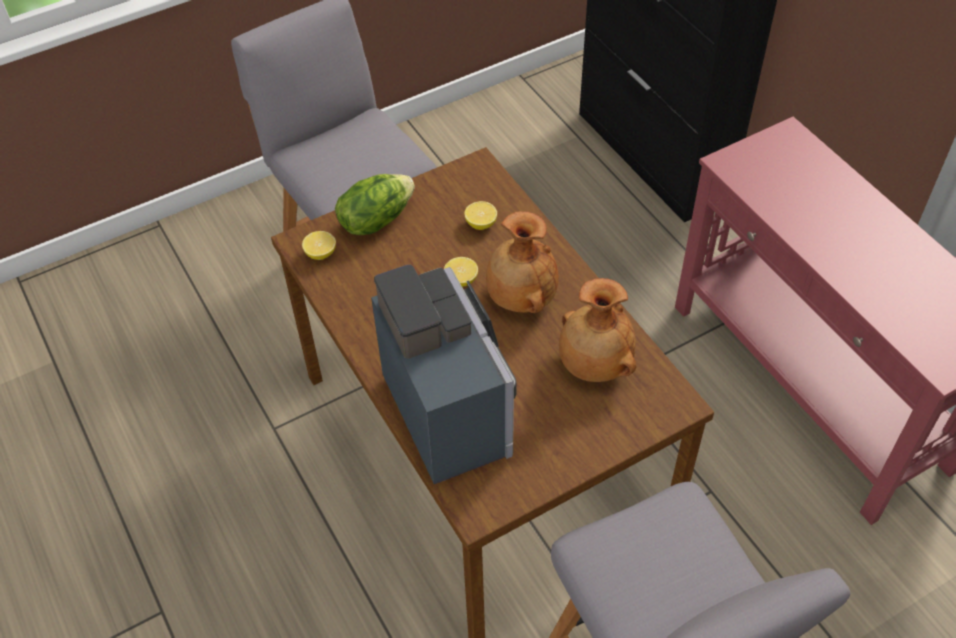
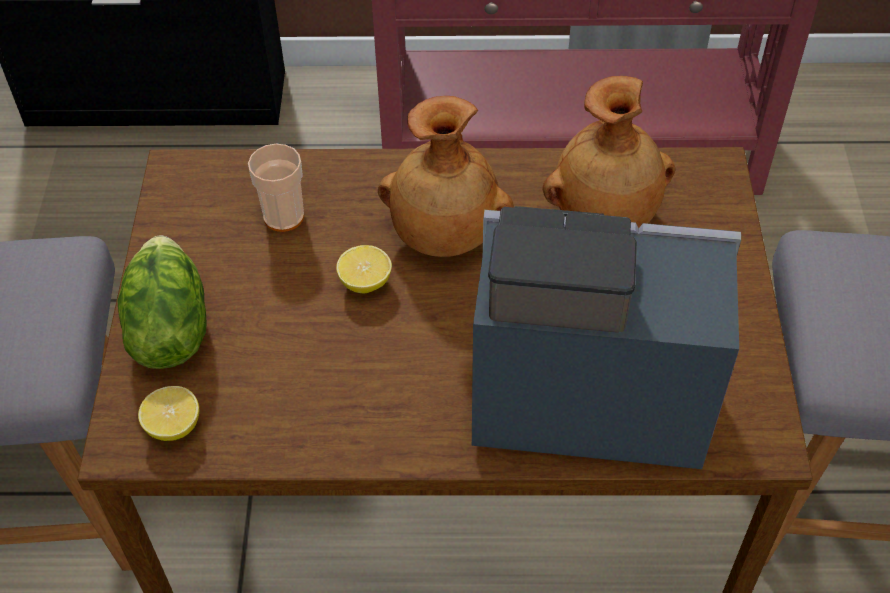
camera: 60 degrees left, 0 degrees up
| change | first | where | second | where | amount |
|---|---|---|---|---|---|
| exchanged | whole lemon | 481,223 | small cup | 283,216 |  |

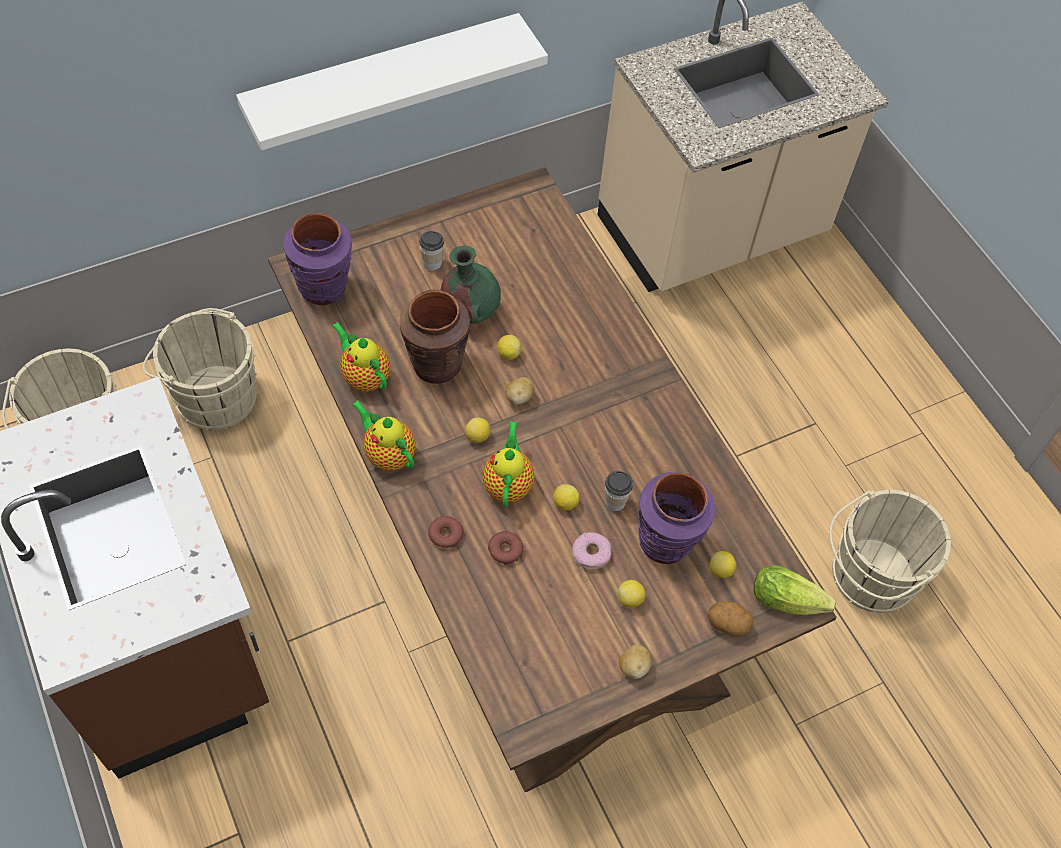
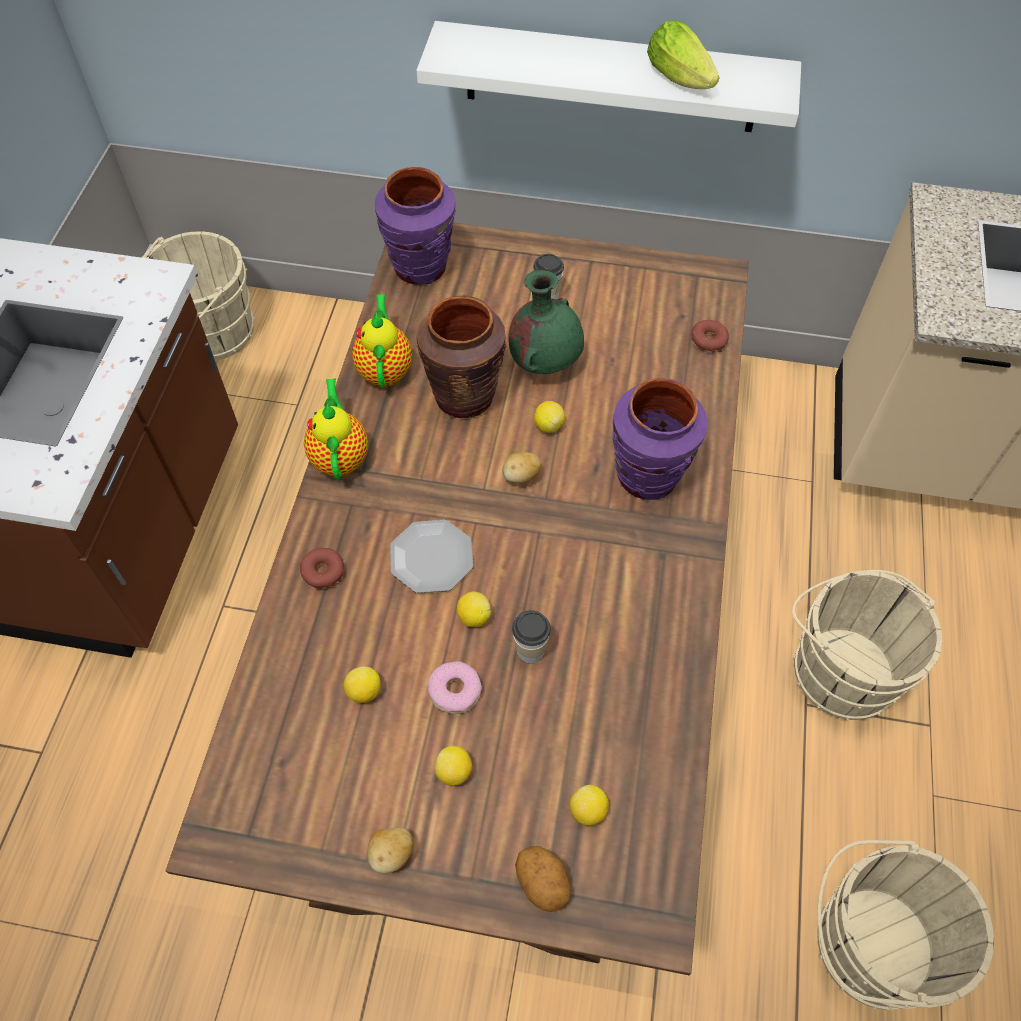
camera: 40 degrees right, 0 degrees up
| change | first | where | second | where | amount |
|---|---|---|---|---|---|
| relocated | whole lemon | 477,437 |  | 364,692 |  |
| exchanged | pot for tea | 508,484 | flat dish | 431,559 |  |
| relocated | purple-coloured decorative vase | 665,543 |  | 647,477 |  |
| relocated | head of lettuce | 790,601 |  | 682,79 |  |
| relocated | doughnut | 505,550 |  | 708,340 |  |
| relocated | sand-coloured pail | 212,395 |  | 840,667 |  |

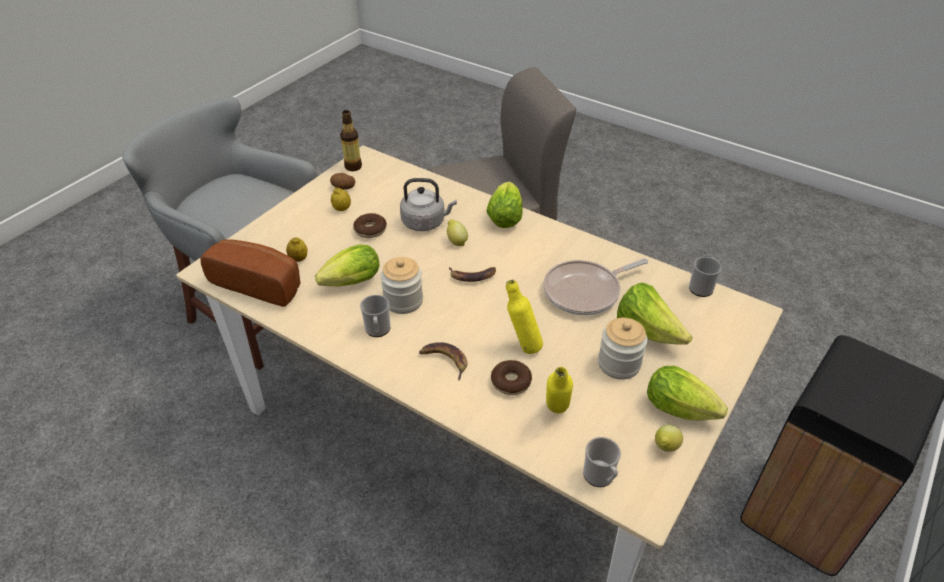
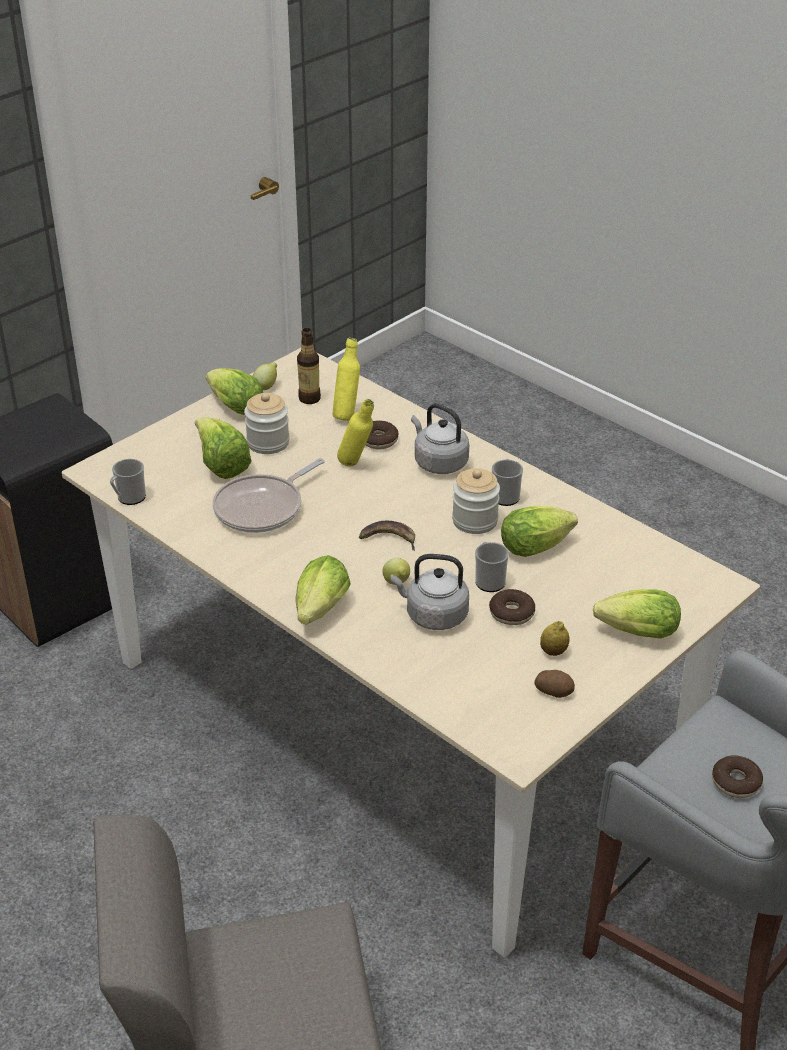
camera: 170 degrees left, 5 degrees down
| change | first | where | second | where | amount |
|---|---|---|---|---|---|
| spun | frying pan | 585,291 |  | 263,508 | 150 degrees clockwise |
| relocated | drink bottle | 353,167 |  | 309,398 |  |
| exchanged | whole banana | 444,360 | grey kettle | 438,462 |  |
| relocated | coffee mug | 600,477 |  | 489,580 |  |
| appeared |  |  | head of lettuce | 633,632 |  |
| appeared |  |  | doughnut | 736,782 |  |
| missing | bakery bread | 260,283 |  |  |  |
| missing | whole lemon | 298,259 |  |  |  |

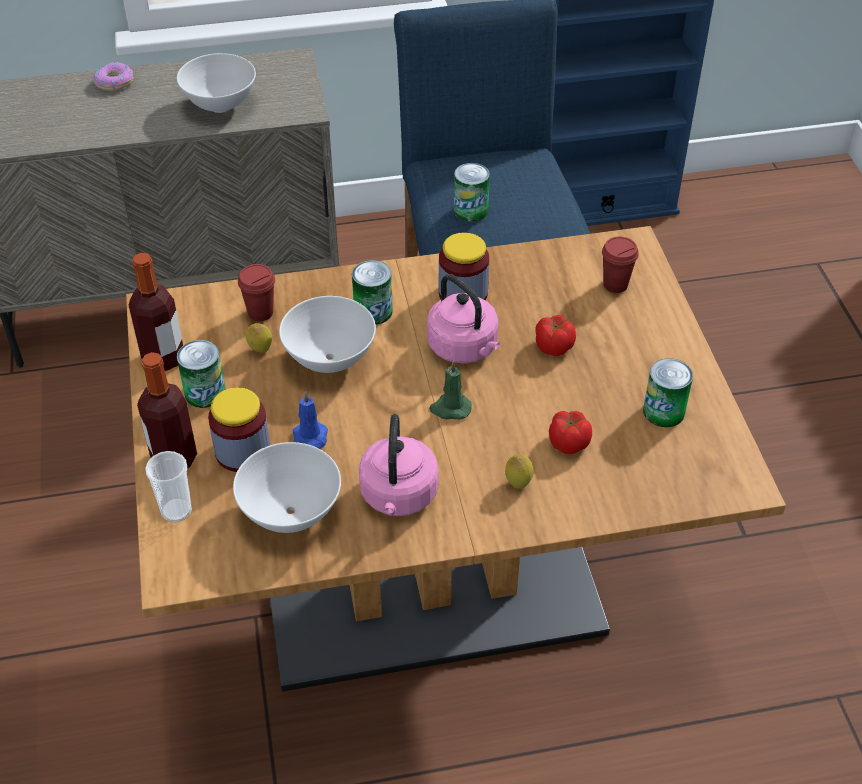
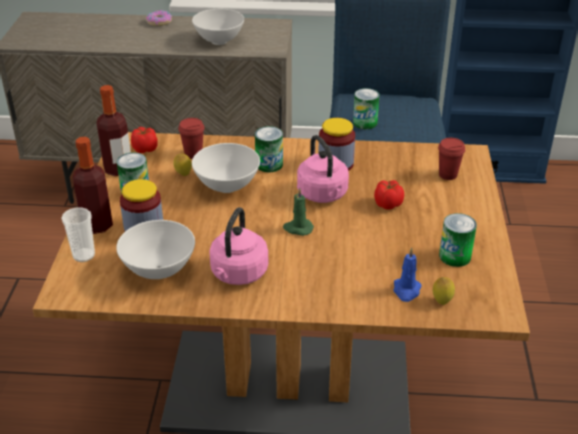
camera: 15 degrees right, 10 degrees down
| change | first | where | second | where | amount |
|---|---|---|---|---|---|
| relocated | fresh tomato | 568,442 |  | 145,149 |  |
| relocated | bluish candle | 310,439 |  | 406,290 |  |
| relocated | whole lemon | 518,483 |  | 441,301 |  |

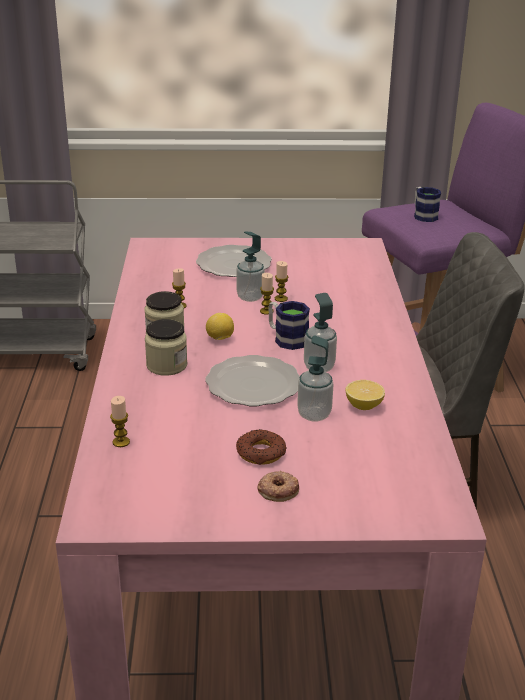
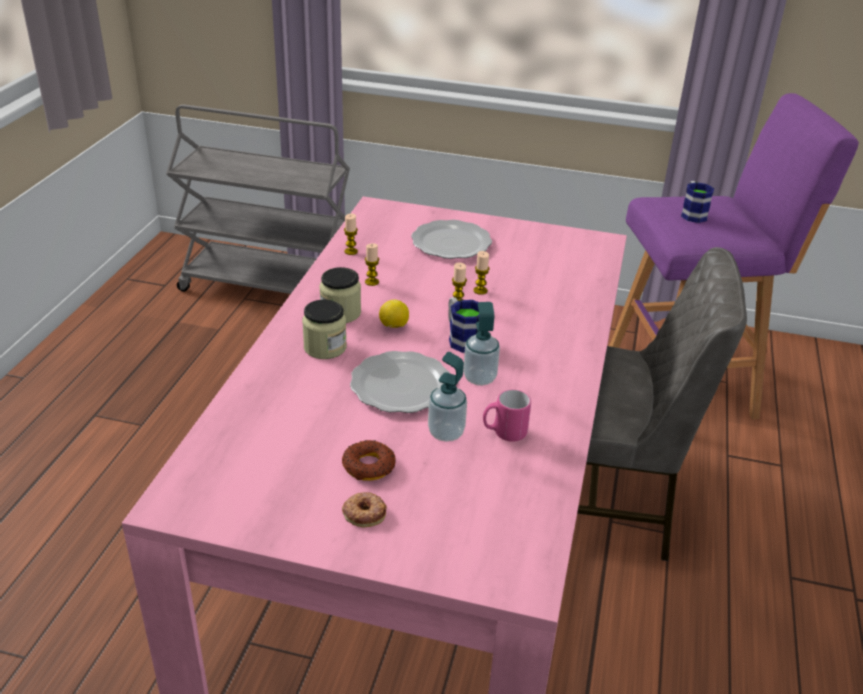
camera: 15 degrees right, 5 degrees up
| change | first | where | second | where | amount |
|---|---|---|---|---|---|
| relocated | candle | 121,442 |  | 351,251 |  |
| exchanged | whole lemon | 363,405 | pink coffee mug | 504,433 |  |
| missing | soap bottle | 250,297 |  |  |  |

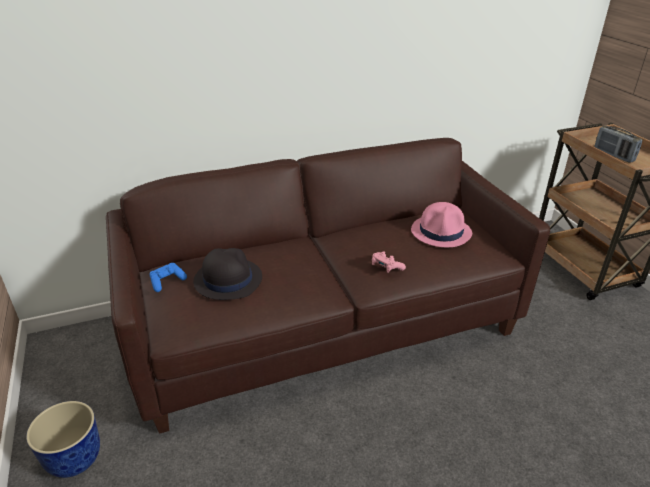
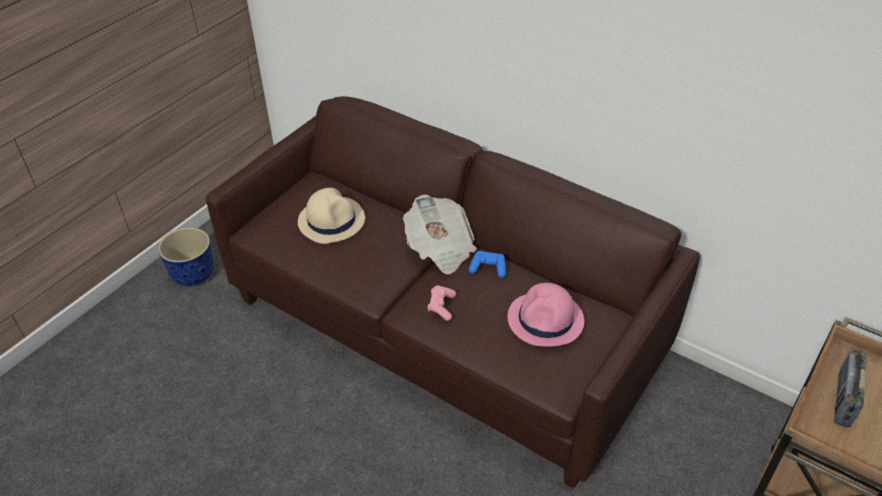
camera: 55 degrees right, 10 degrees up
| change | first | where | second | where | amount |
|---|---|---|---|---|---|
| colour | blackish wearable hat | 227,279 | sand-coloured wearable hat | 331,220 |  |
| appeared |  |  | newspaper | 440,248 |  |
| relocated | bluish joypad | 167,281 |  | 488,269 |  |

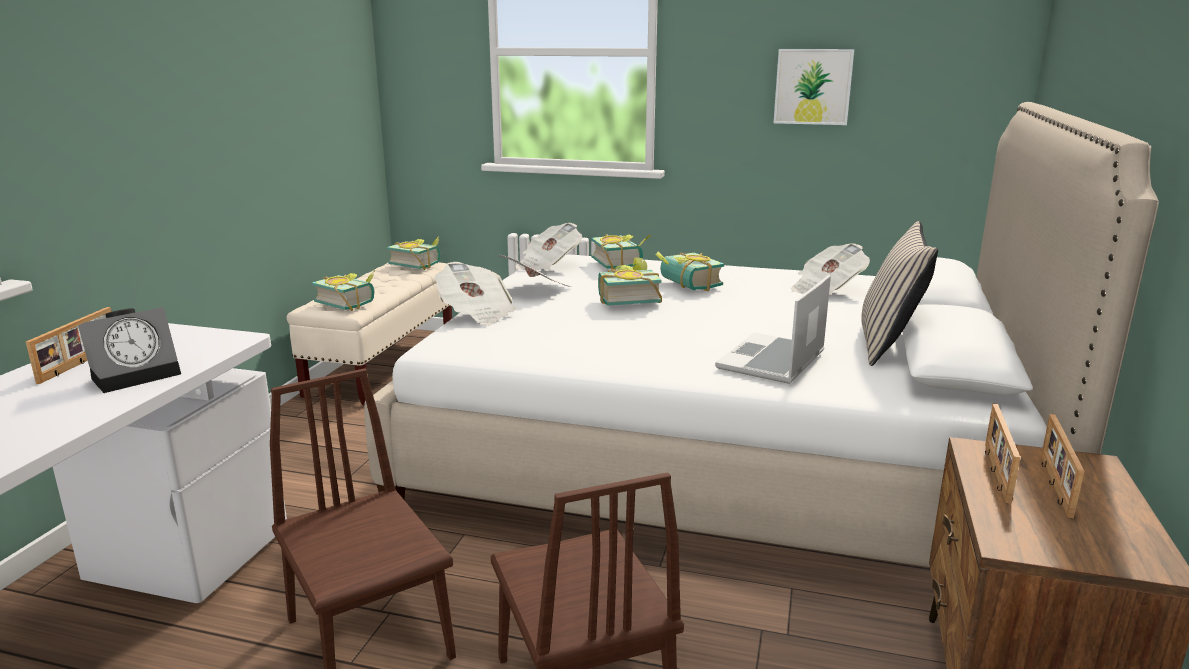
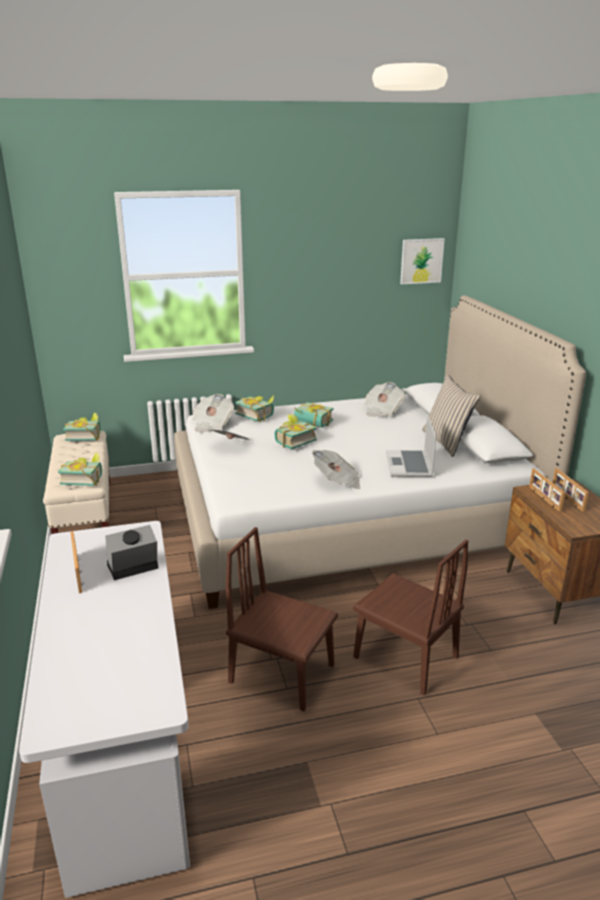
camera: 30 degrees left, 5 degrees up
| change | first | where | second | where | amount |
|---|---|---|---|---|---|
| spun | bedside clock | 138,374 |  | 132,568 | 135 degrees counterclockwise |
| relocated | newspaper | 476,313 |  | 337,481 |  |
| relocated | wall picture | 813,87 |  | 421,261 |  |

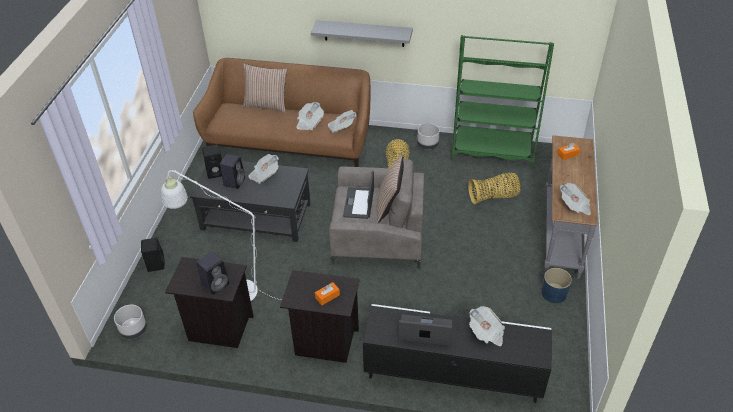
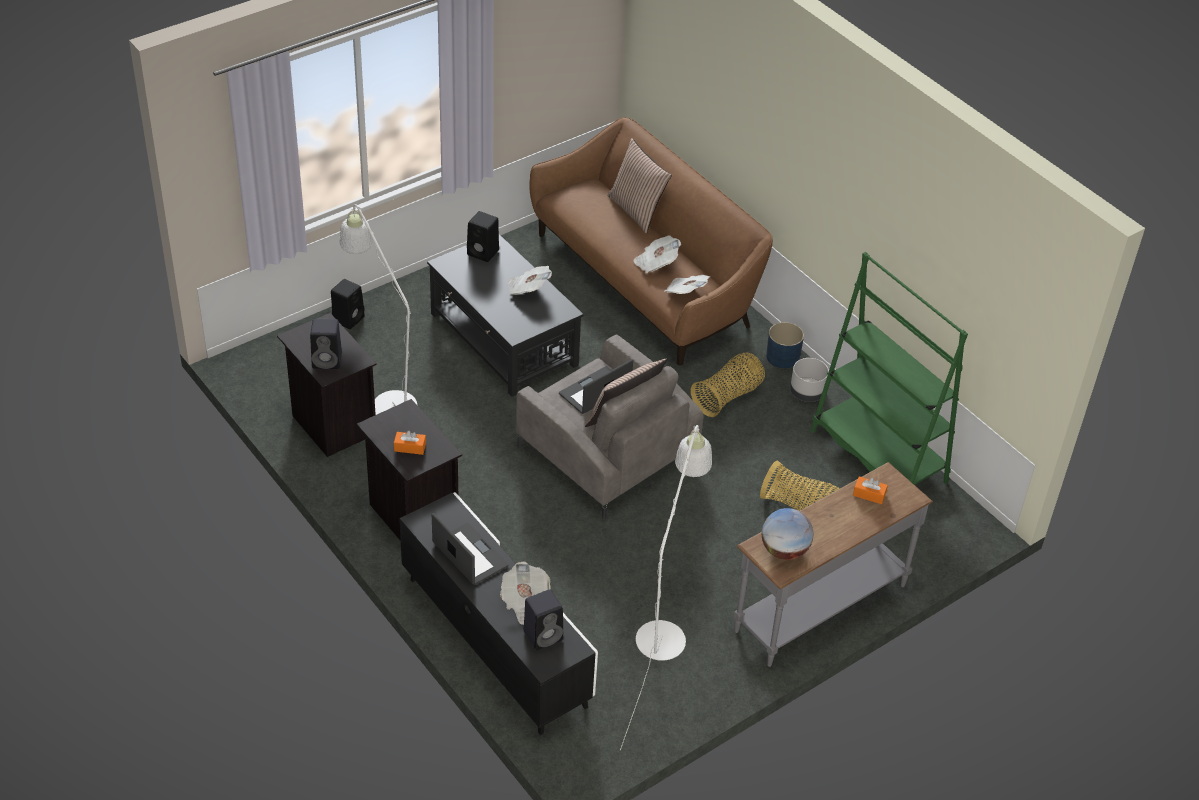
camera: 40 degrees right, 0 degrees up
| change | first | where | second | where | amount |
|---|---|---|---|---|---|
| relocated | blackish speaker | 234,181 |  | 544,635 |  |
| appeared |  |  | white standard lamp | 664,629 |  |
| exchanged | newspaper | 574,206 | desk globe | 784,551 |  |
| relocated | bluish plant pot | 554,293 |  | 783,357 |  |
| missing | grey plant pot | 133,330 |  |  |  |
| missing | grey shelf | 364,33 |  |  |  |

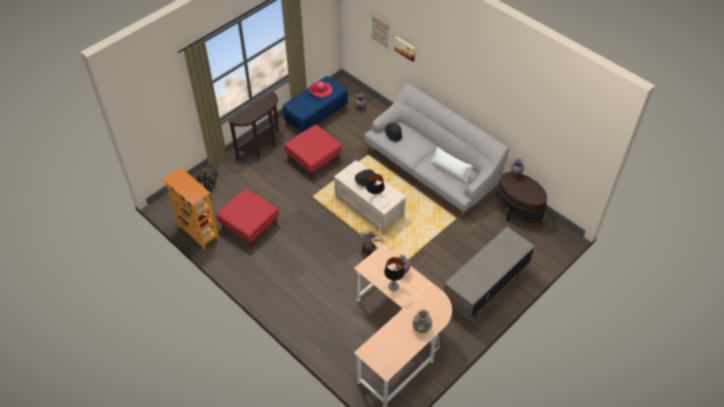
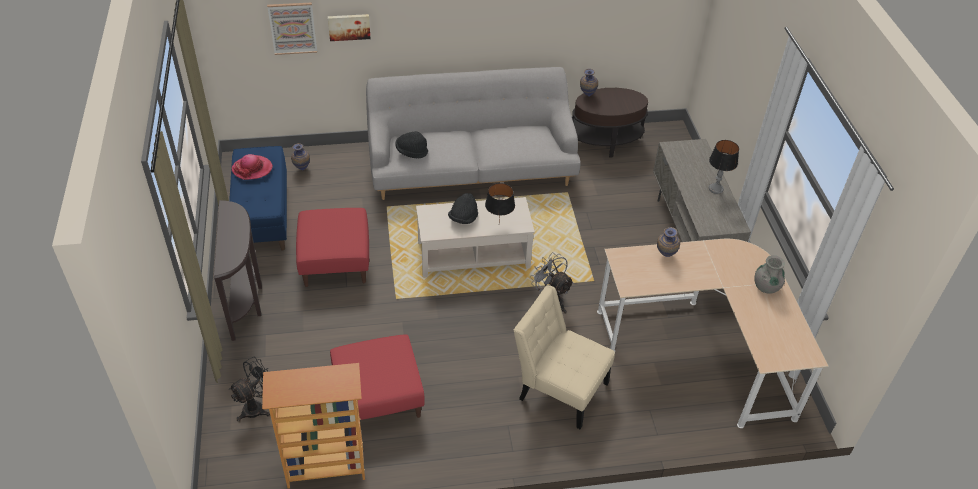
camera: 55 degrees left, 5 degrees down
| change | first | where | second | where | amount |
|---|---|---|---|---|---|
| appeared |  |  | sand-coloured upright chair | 559,388 |  |
| relocated | lamp for a table | 393,286 |  | 715,189 |  |
| missing | white pillow | 450,170 |  |  |  |

